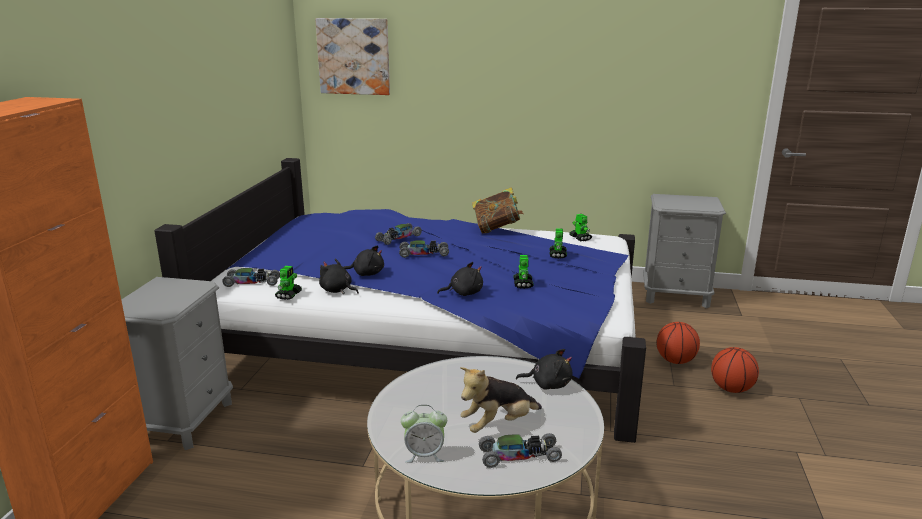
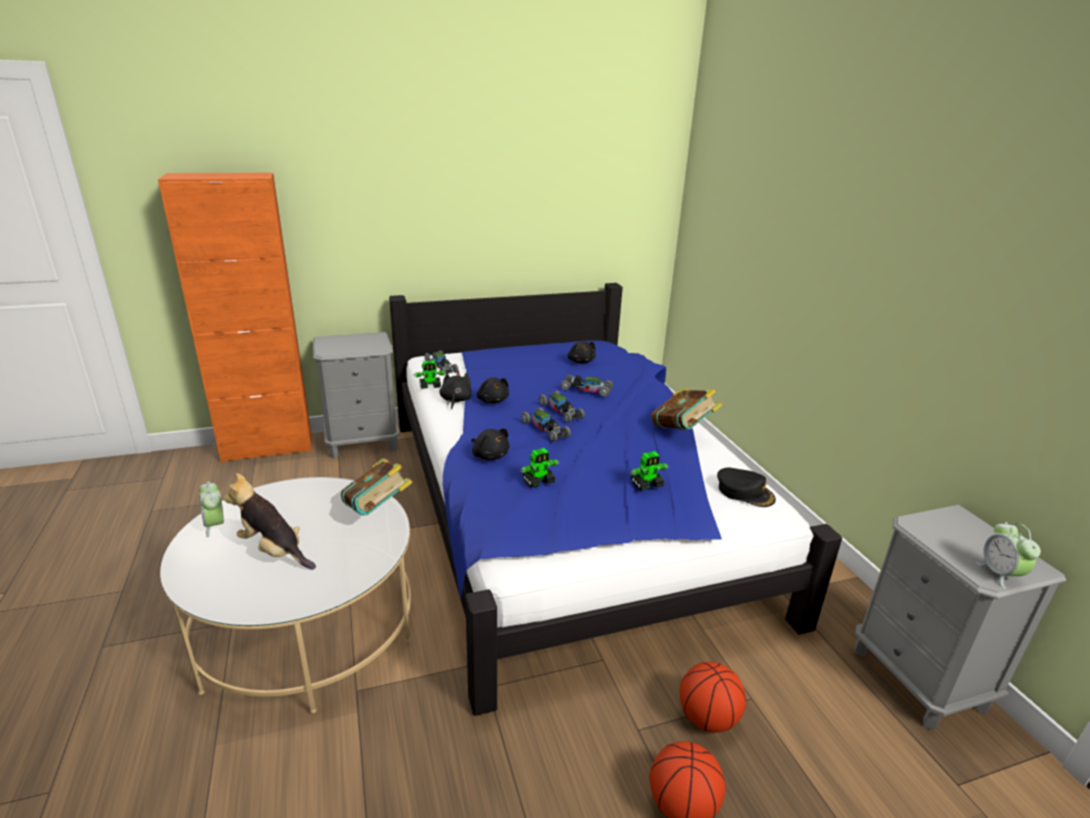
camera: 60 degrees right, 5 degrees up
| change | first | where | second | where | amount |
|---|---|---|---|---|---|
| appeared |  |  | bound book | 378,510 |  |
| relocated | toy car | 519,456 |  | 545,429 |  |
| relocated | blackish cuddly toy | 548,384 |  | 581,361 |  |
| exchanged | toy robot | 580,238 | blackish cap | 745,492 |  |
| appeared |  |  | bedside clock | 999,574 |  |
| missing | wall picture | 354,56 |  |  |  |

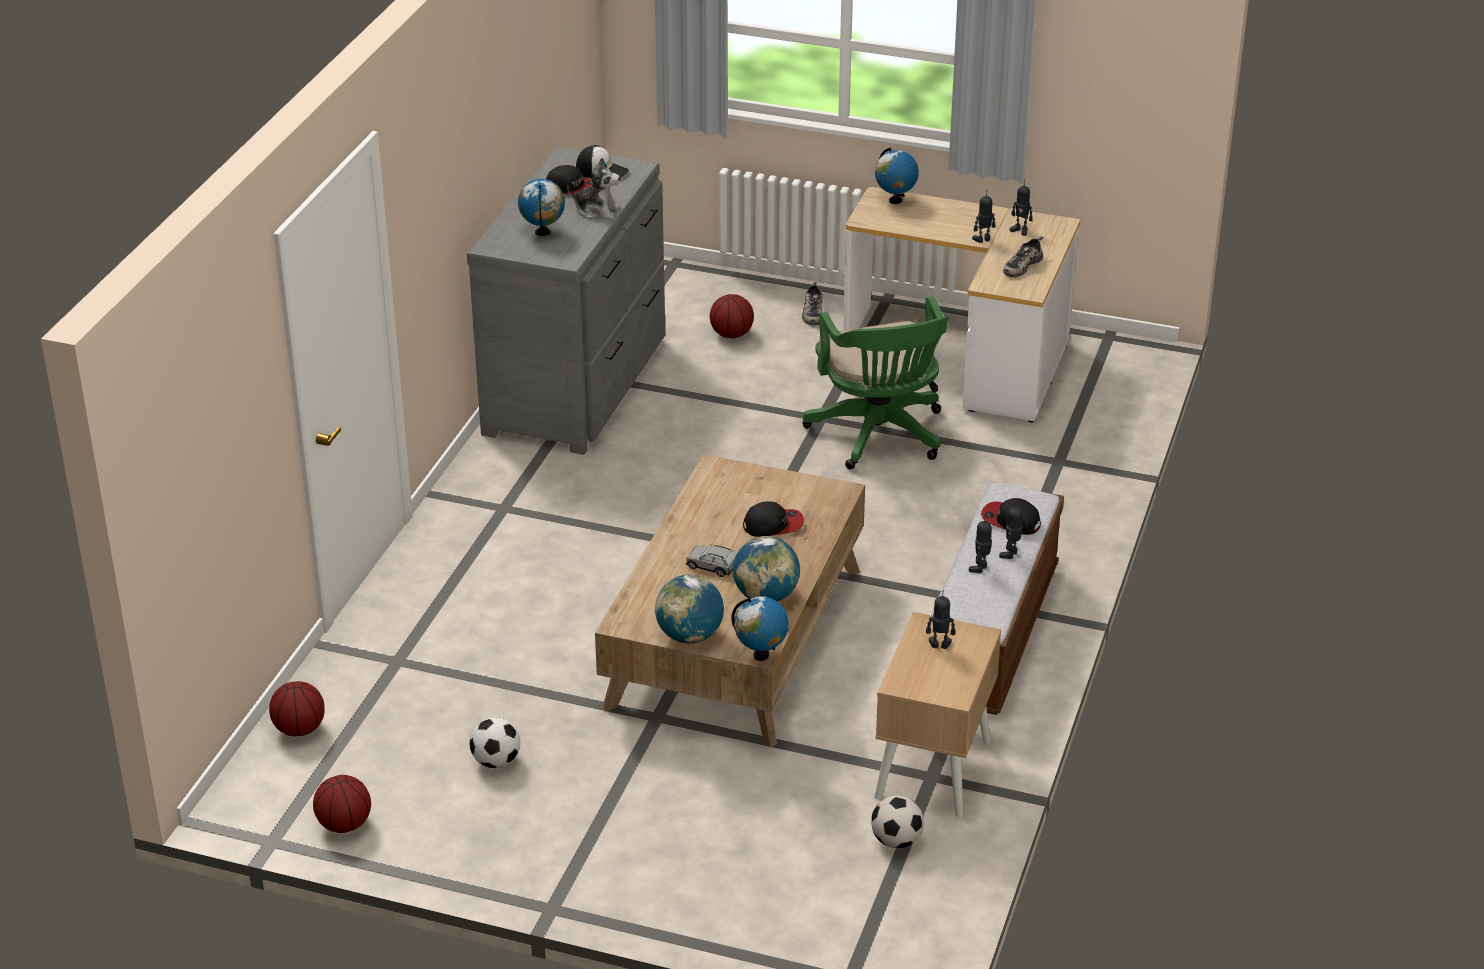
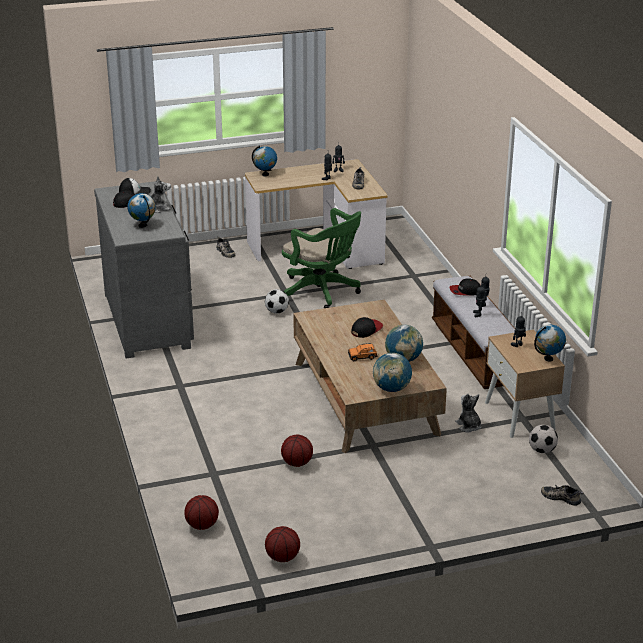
camera: 35 degrees left, 5 degrees down
| change | first | where | second | where | amount |
|---|---|---|---|---|---|
| relocated | ball for football | 496,761 |  | 277,311 |  |
| relocated | basketball ball | 732,335 |  | 297,463 |  |
| colour | grey toy car | 712,566 | orangey toy car | 362,357 |  |
| appeared |  |  | cuddly toy | 468,426 |  |
| relocated | desk globe | 761,655 |  | 548,359 |  |
| appeared |  |  | shoe | 561,497 |  |

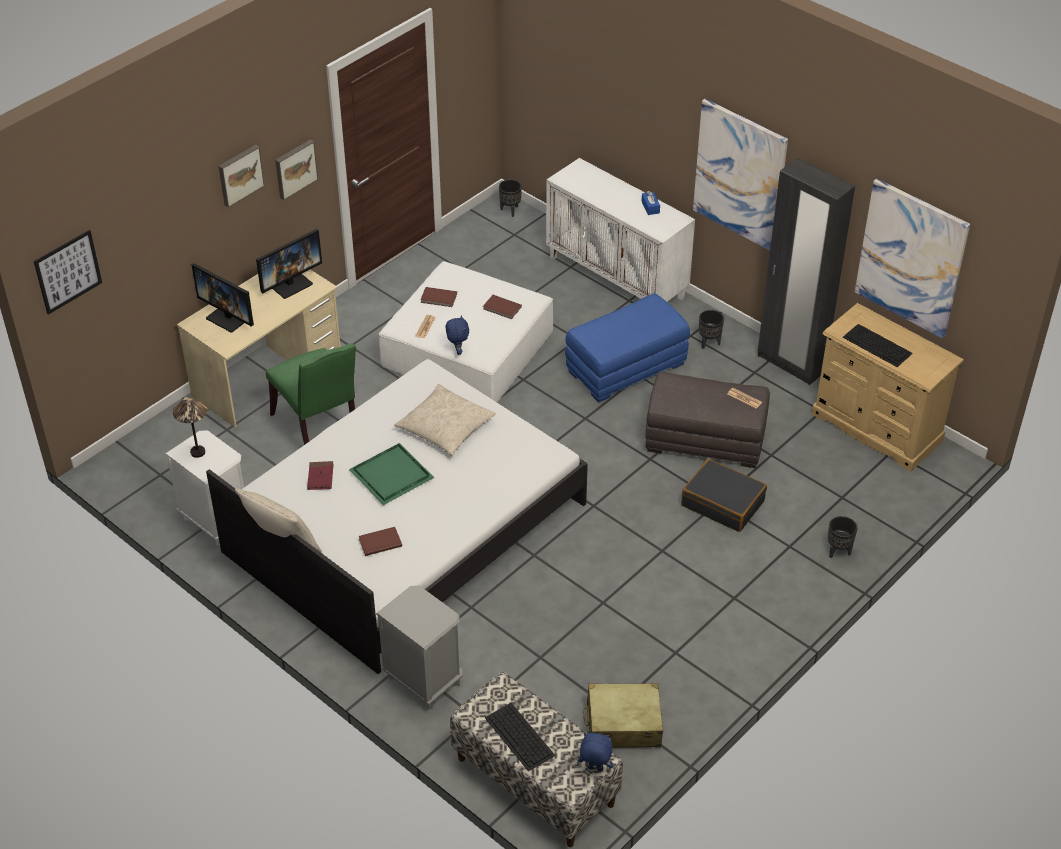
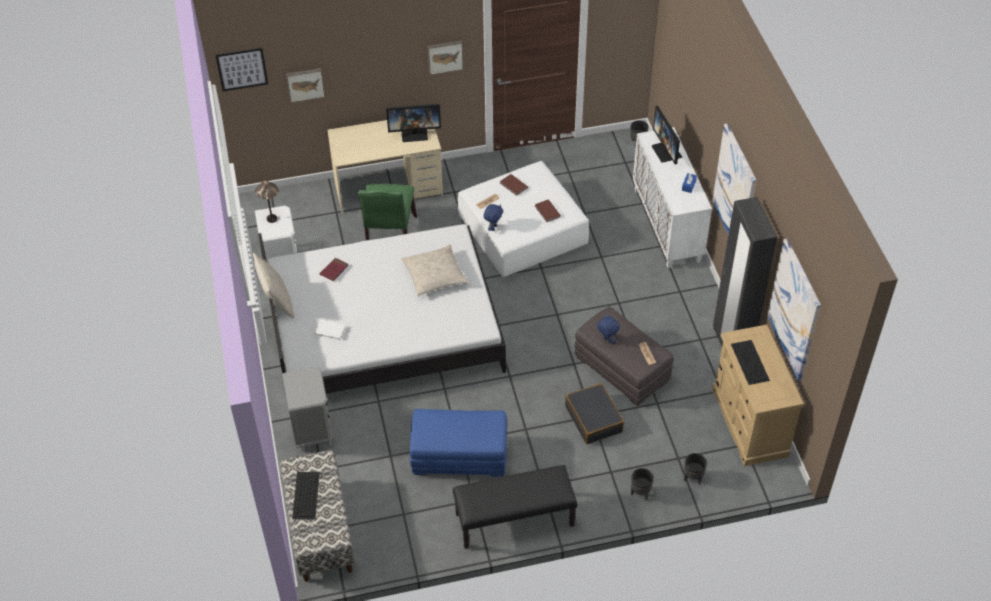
camera: 35 degrees right, 5 degrees up
| change | first | where | second | where | amount |
|---|---|---|---|---|---|
| relocated | wall picture | 240,174 |  | 305,84 |  |
| colour | brown bound book | 379,542 | white bound book | 330,330 |  |
| relocated | bluish footrest | 626,368 |  | 458,457 |  |
| appeared |  |  | blackish indoor bench | 514,520 |  |
| relocated | bluish cuddly toy | 595,769 |  | 607,340 |  |
| relocated | computer display | 229,317 |  | 667,151 |  |
| relocated | blackish plant pot | 709,343 |  | 693,478 |  |
| missing | greenish serving tray | 391,476 |  |  |  |
| missing | sand-coloured travel case | 623,724 |  |  |  |

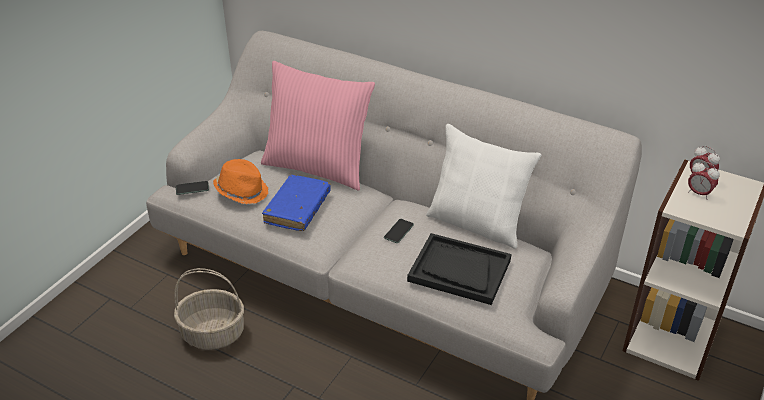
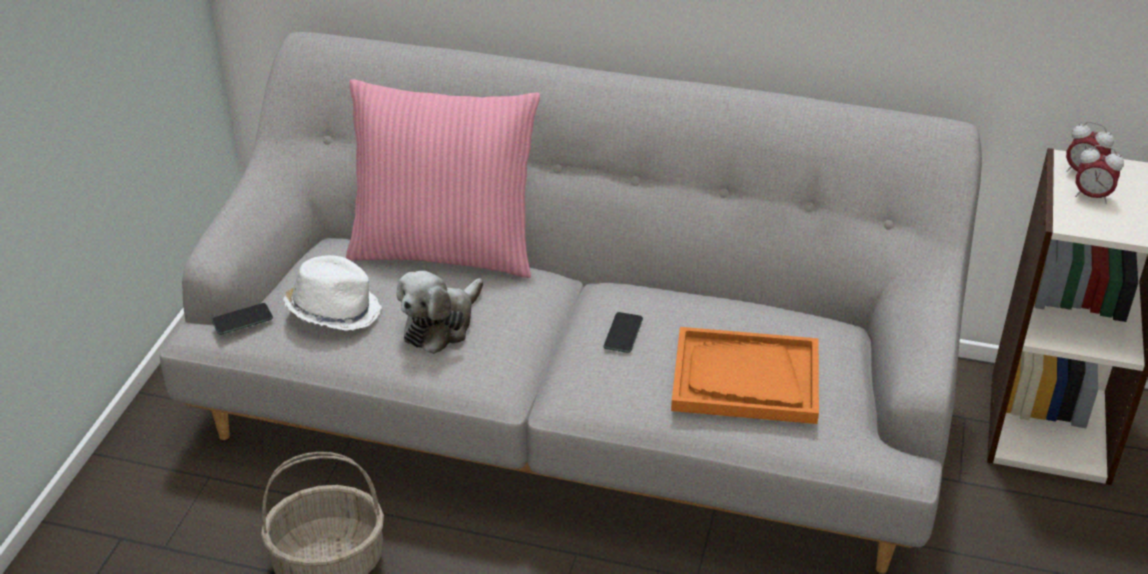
camera: 15 degrees left, 0 degrees up
| change | first | where | second | where | amount |
|---|---|---|---|---|---|
| colour | orangey wearable hat | 242,191 | white wearable hat | 334,310 |  |
| exchanged | bluish bound book | 297,209 | cuddly toy | 441,324 |  |
| colour | blackish serving tray | 459,270 | orangey serving tray | 745,379 |  |
| missing | white pillow | 477,223 |  |  |  |

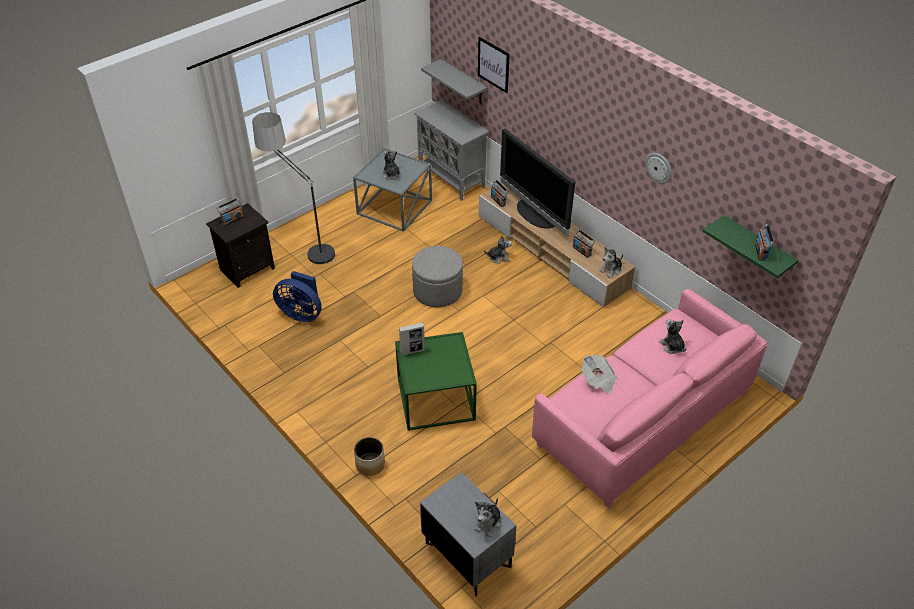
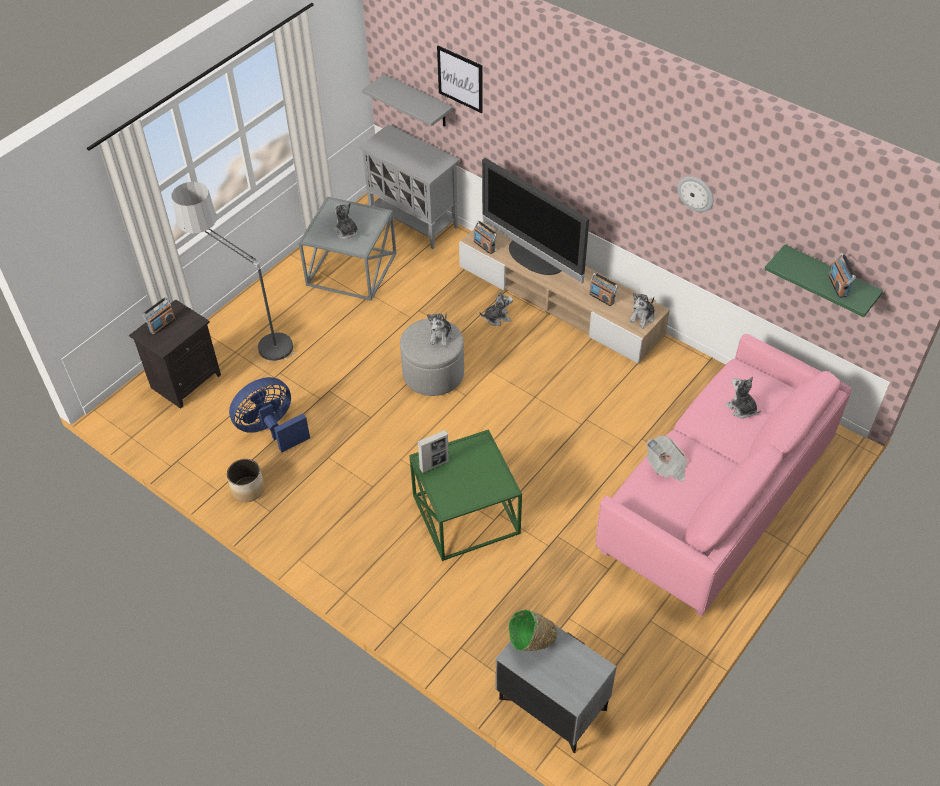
camera: 10 degrees left, 5 degrees up
| change | first | where | second | where | amount |
|---|---|---|---|---|---|
| relocated | plant pot | 370,464 |  | 248,489 |  |
| spun | bluish fan | 301,313 |  | 271,429 | 135 degrees clockwise |
| relocated | cuddly toy | 488,522 |  | 441,336 |  |
| appeared |  |  | greenish bowl | 531,643 |  |

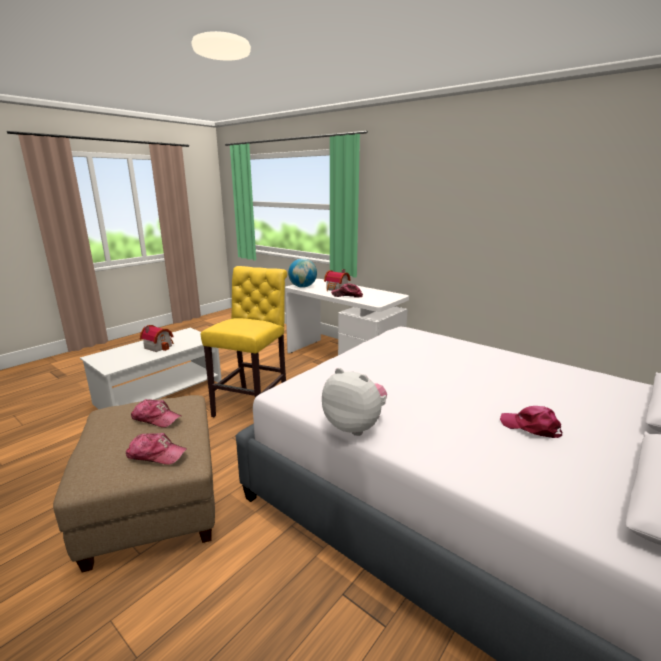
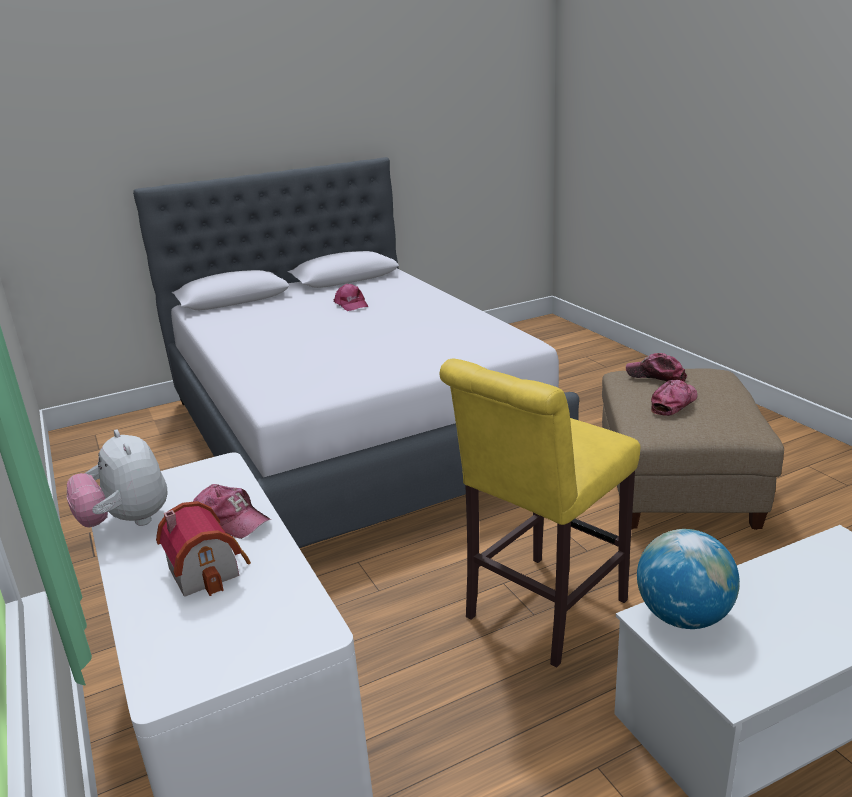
camera: 155 degrees left, 5 degrees up
| change | first | where | second | where | amount |
|---|---|---|---|---|---|
| relocated | cuddly toy | 355,426 |  | 127,522 |  |
| relocated | desk globe | 303,287 |  | 682,617 |  |
| spun | cap | 156,418 |  | 673,403 | 90 degrees clockwise |
| missing | miniature house | 159,346 |  |  |  |

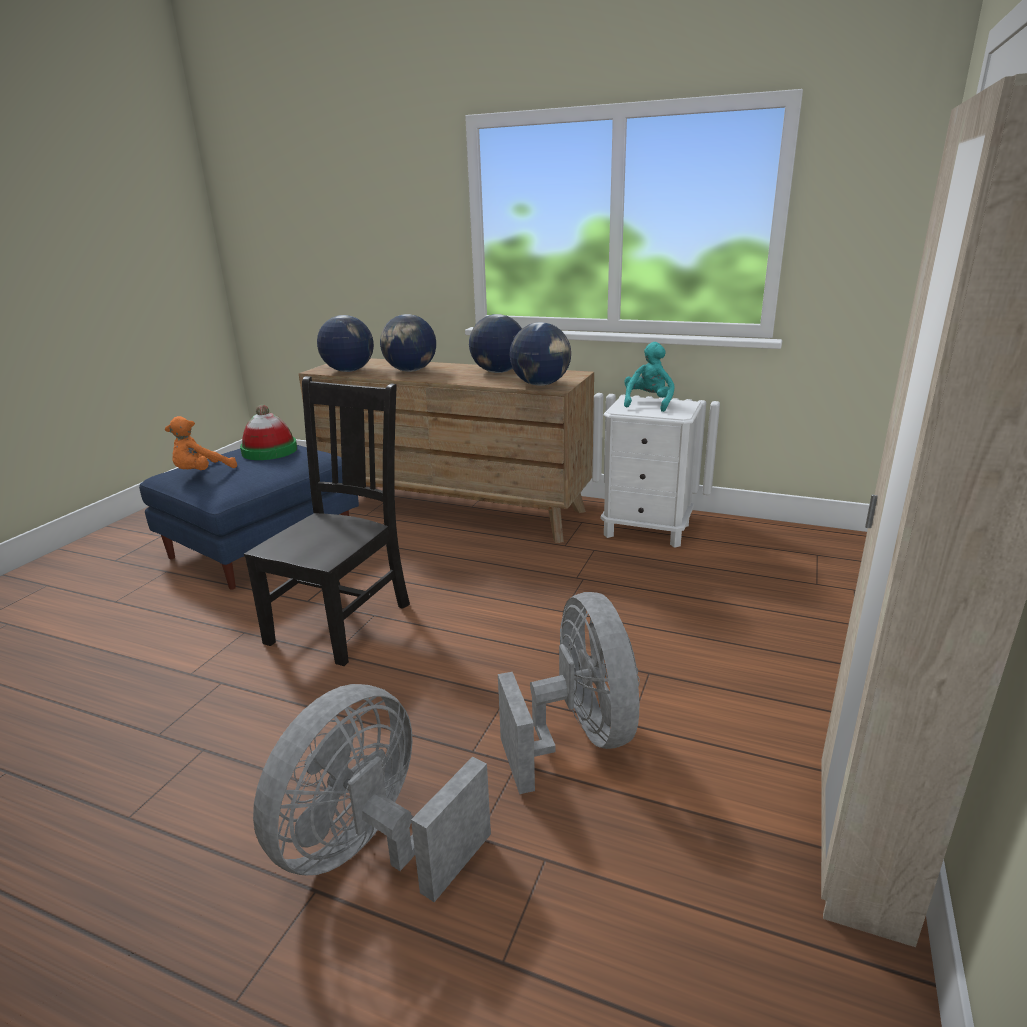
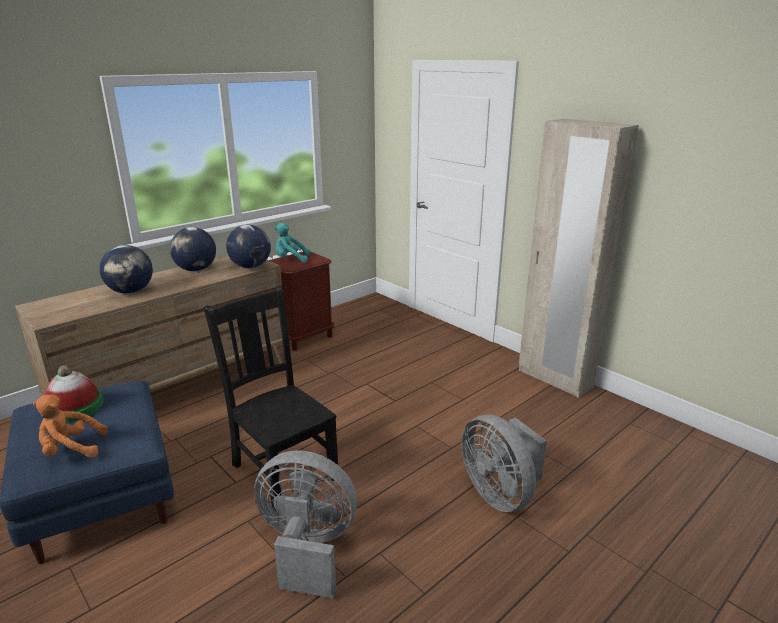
camera: 65 degrees left, 0 degrees up
| change | first | where | second | where | amount |
|---|---|---|---|---|---|
| spun | orangey cuddly toy | 202,473 |  | 71,449 | 105 degrees clockwise |
| relocated | grey fan | 578,736 |  | 307,548 |  |
| colour | white bedside table | 646,530 | brown bedside table | 304,337 |  |
| spun | turquoise-coloured cuddly toy | 648,403 |  | 290,259 | 45 degrees counterclockwise |
| missing | desk globe | 349,371 |  |  |  |

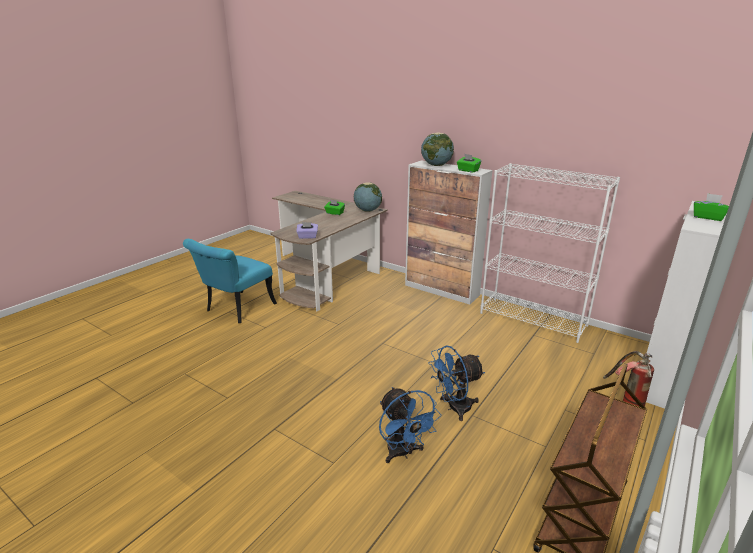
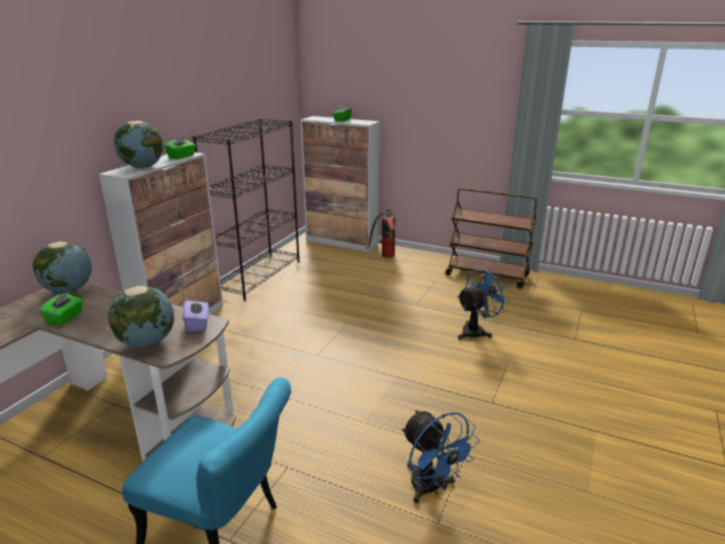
camera: 100 degrees left, 0 degrees up
| change | first | where | second | where | amount |
|---|---|---|---|---|---|
| appeared |  |  | desk globe | 147,342 |  |
| colour | white bookcase | 533,319 | blackish bookcase | 258,276 |  |
| relocated | bluish fan | 454,408 |  | 431,488 |  |

